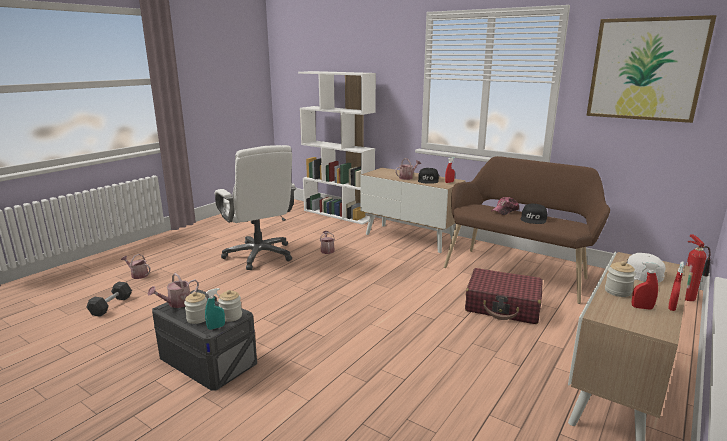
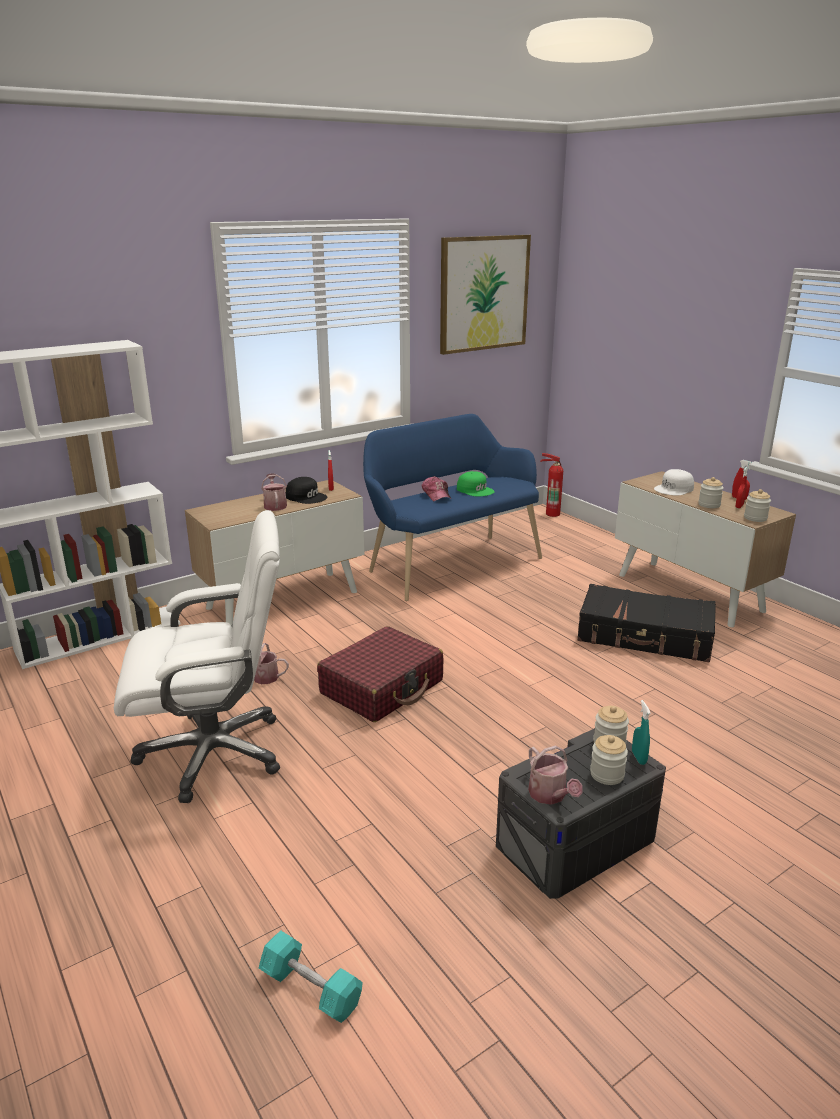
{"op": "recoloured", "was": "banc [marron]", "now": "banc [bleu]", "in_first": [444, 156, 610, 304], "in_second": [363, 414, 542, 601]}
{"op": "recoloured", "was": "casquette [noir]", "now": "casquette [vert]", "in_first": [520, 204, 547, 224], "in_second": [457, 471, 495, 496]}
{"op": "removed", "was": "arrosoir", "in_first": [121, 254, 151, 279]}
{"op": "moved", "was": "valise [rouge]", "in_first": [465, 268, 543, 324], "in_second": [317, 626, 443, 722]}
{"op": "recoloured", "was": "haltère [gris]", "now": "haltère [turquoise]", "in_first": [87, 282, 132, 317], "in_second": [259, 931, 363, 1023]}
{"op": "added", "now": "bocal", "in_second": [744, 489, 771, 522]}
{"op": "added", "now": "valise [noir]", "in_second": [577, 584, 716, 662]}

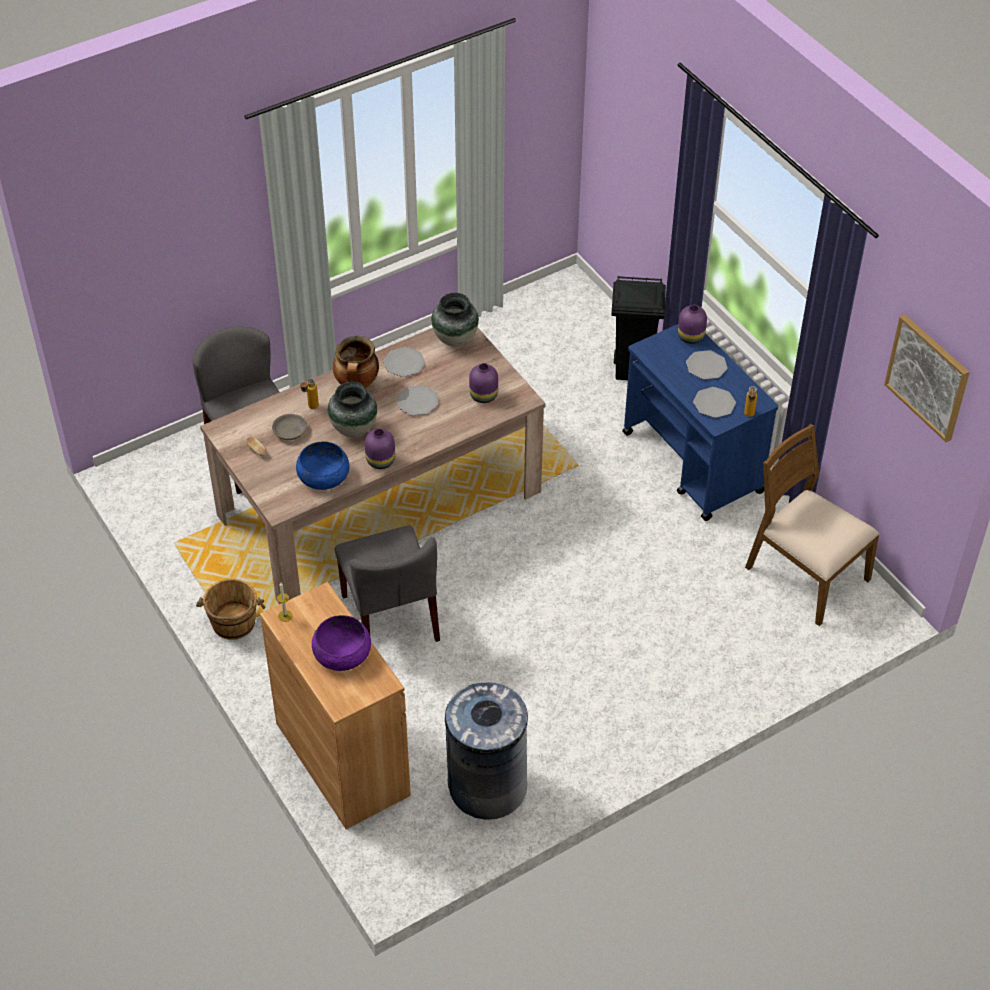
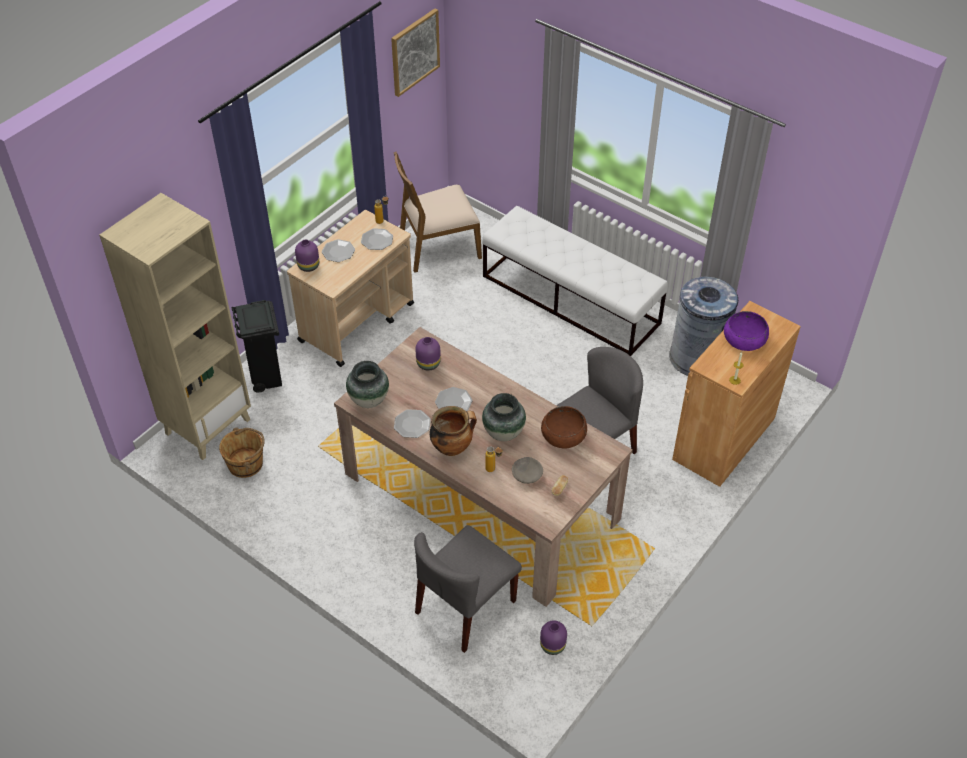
{"op": "recoloured", "was": "chariot [bleu]", "now": "chariot [beige]", "in_first": [622, 324, 778, 521], "in_second": [287, 210, 414, 367]}
{"op": "turned", "was": "chaise [marron]", "in_first": [745, 424, 880, 626], "in_second": [394, 152, 482, 273], "clockwise": 45}
{"op": "moved", "was": "vase [violet]", "in_first": [365, 428, 395, 469], "in_second": [540, 620, 567, 655]}
{"op": "recoloured", "was": "bol [bleu]", "now": "bol [marron]", "in_first": [296, 441, 350, 490], "in_second": [541, 406, 587, 448]}
{"op": "moved", "was": "seau [marron]", "in_first": [196, 579, 265, 640], "in_second": [219, 428, 265, 478]}
{"op": "added", "now": "bibliothèque [beige]", "in_second": [99, 193, 251, 460]}
{"op": "added", "now": "banc [blanc]", "in_second": [482, 206, 668, 356]}

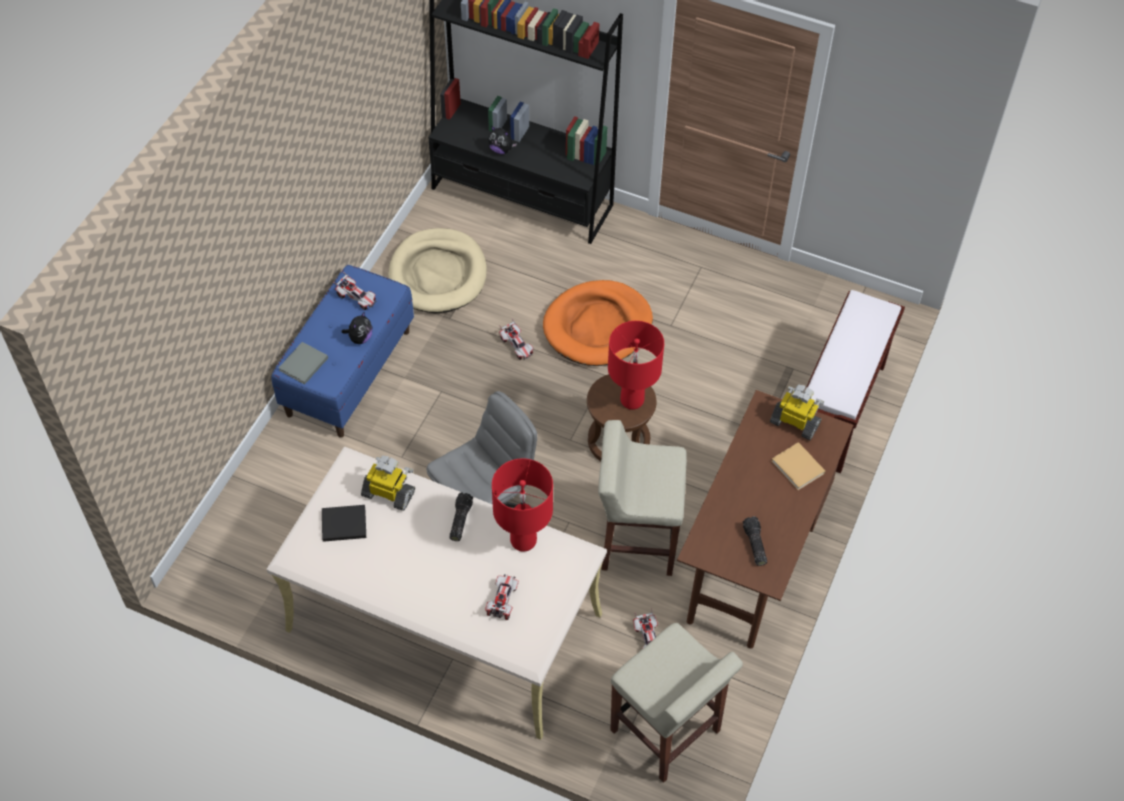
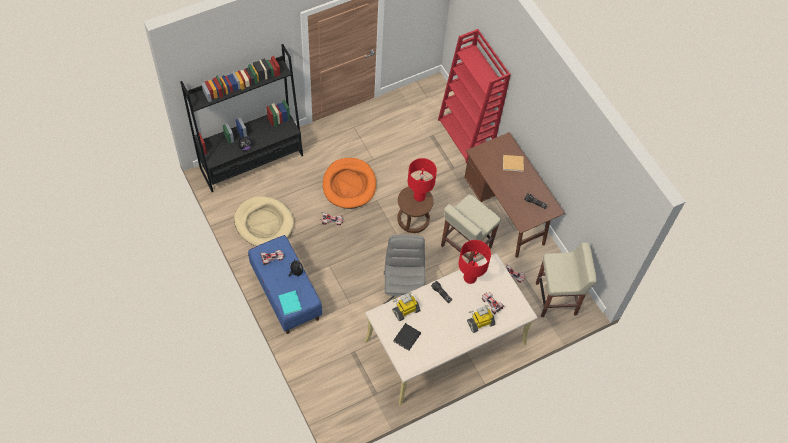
{"op": "replaced", "was": "banc [marron]", "now": "bibliothèque [rouge]", "in_first": [806, 290, 905, 474], "in_second": [438, 29, 511, 163]}
{"op": "recoloured", "was": "livre [gris]", "now": "livre [turquoise]", "in_first": [279, 342, 328, 385], "in_second": [278, 290, 302, 315]}
{"op": "moved", "was": "robot jouet", "in_first": [770, 385, 824, 440], "in_second": [467, 305, 495, 333]}

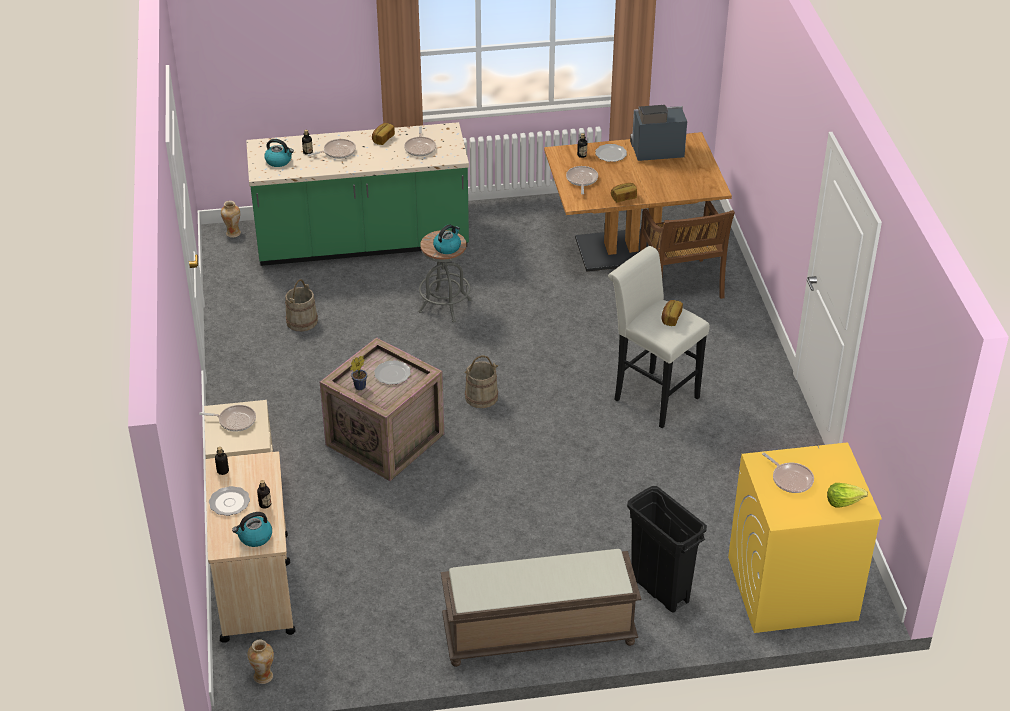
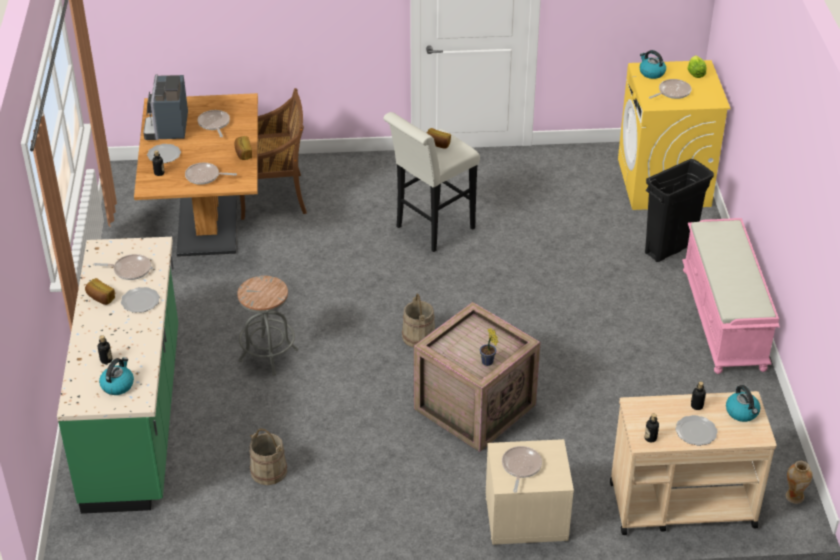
{"op": "moved", "was": "poêle", "in_first": [308, 139, 356, 159], "in_second": [198, 110, 230, 137]}
{"op": "removed", "was": "vase", "in_first": [221, 201, 241, 238]}
{"op": "moved", "was": "bouilloire", "in_first": [433, 224, 461, 254], "in_second": [640, 50, 666, 79]}
{"op": "moved", "was": "assiette", "in_first": [374, 360, 411, 385], "in_second": [121, 287, 160, 313]}
{"op": "recoloured", "was": "banc [marron]", "now": "banc [rose]", "in_first": [441, 549, 641, 667], "in_second": [682, 218, 780, 374]}

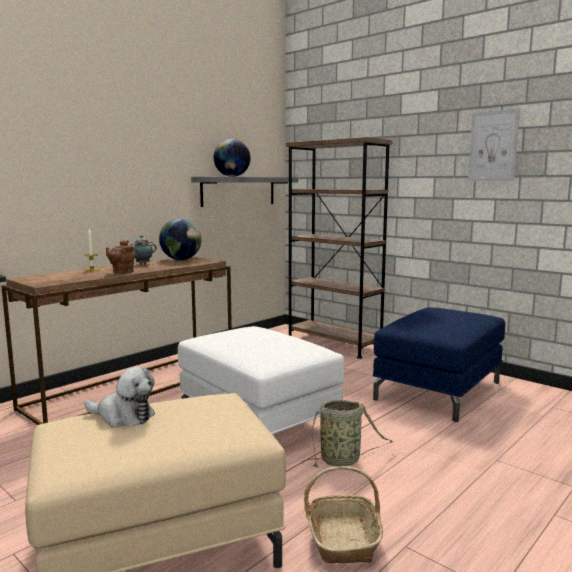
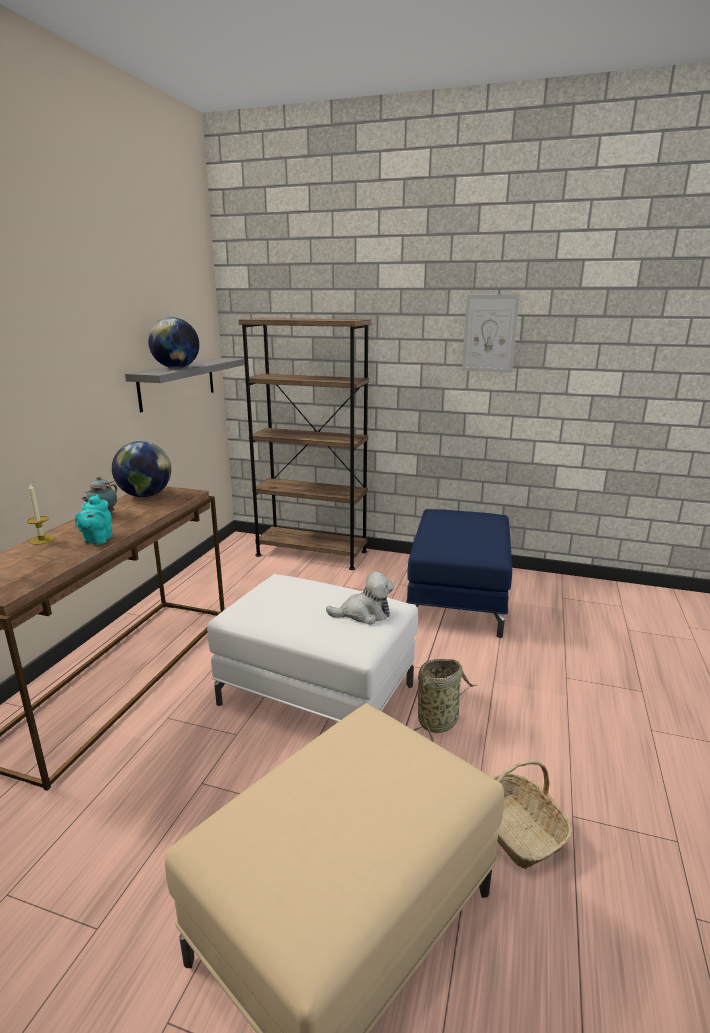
{"op": "recoloured", "was": "théière [marron]", "now": "théière [turquoise]", "in_first": [106, 240, 135, 274], "in_second": [75, 494, 113, 545]}
{"op": "moved", "was": "peluche", "in_first": [84, 366, 155, 427], "in_second": [326, 571, 394, 625]}

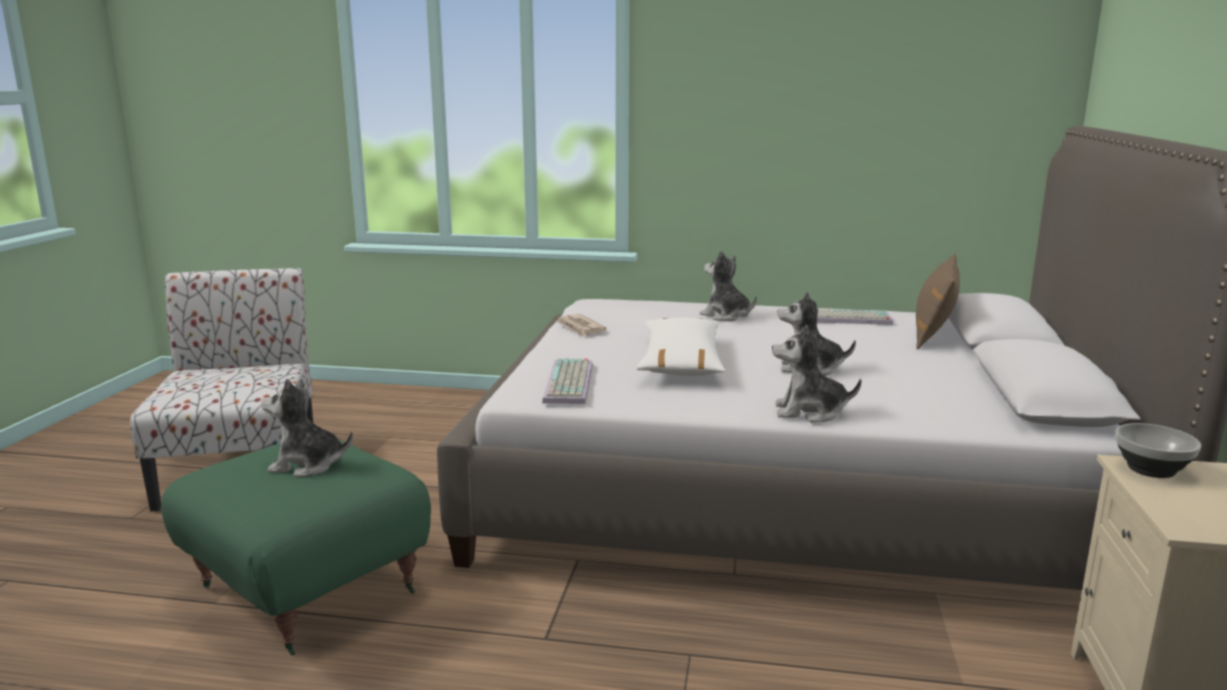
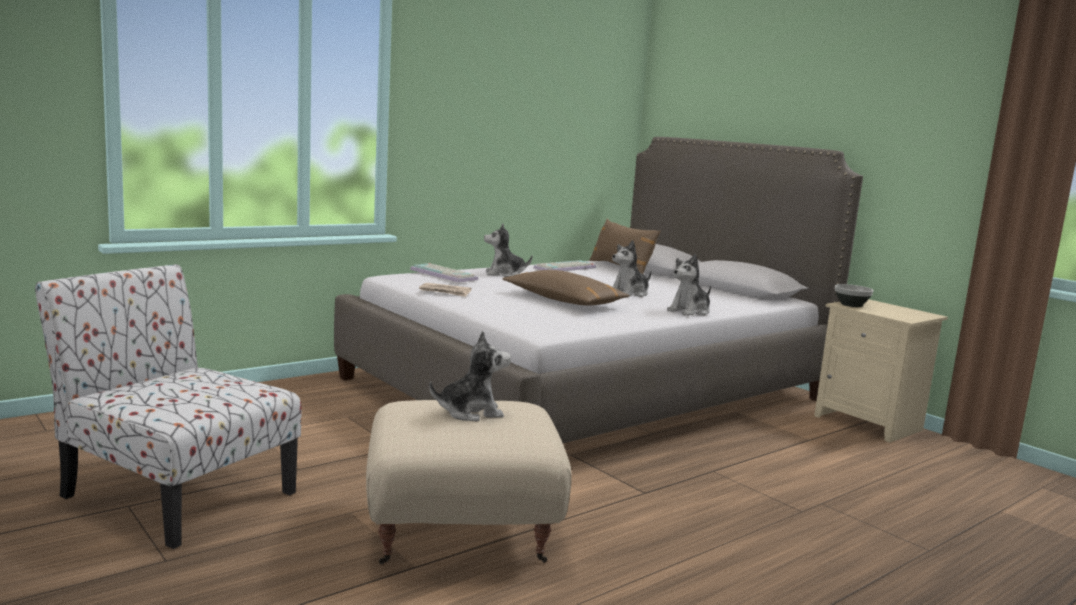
{"op": "recoloured", "was": "coussin [blanc]", "now": "coussin [marron]", "in_first": [636, 318, 726, 376], "in_second": [502, 270, 630, 305]}
{"op": "moved", "was": "clavier", "in_first": [542, 358, 593, 404], "in_second": [410, 263, 478, 283]}
{"op": "turned", "was": "peluche", "in_first": [261, 379, 353, 477], "in_second": [429, 331, 511, 421], "clockwise": -150}
{"op": "recoloured", "was": "pouf [vert]", "now": "pouf [beige]", "in_first": [161, 439, 431, 656], "in_second": [366, 400, 572, 564]}

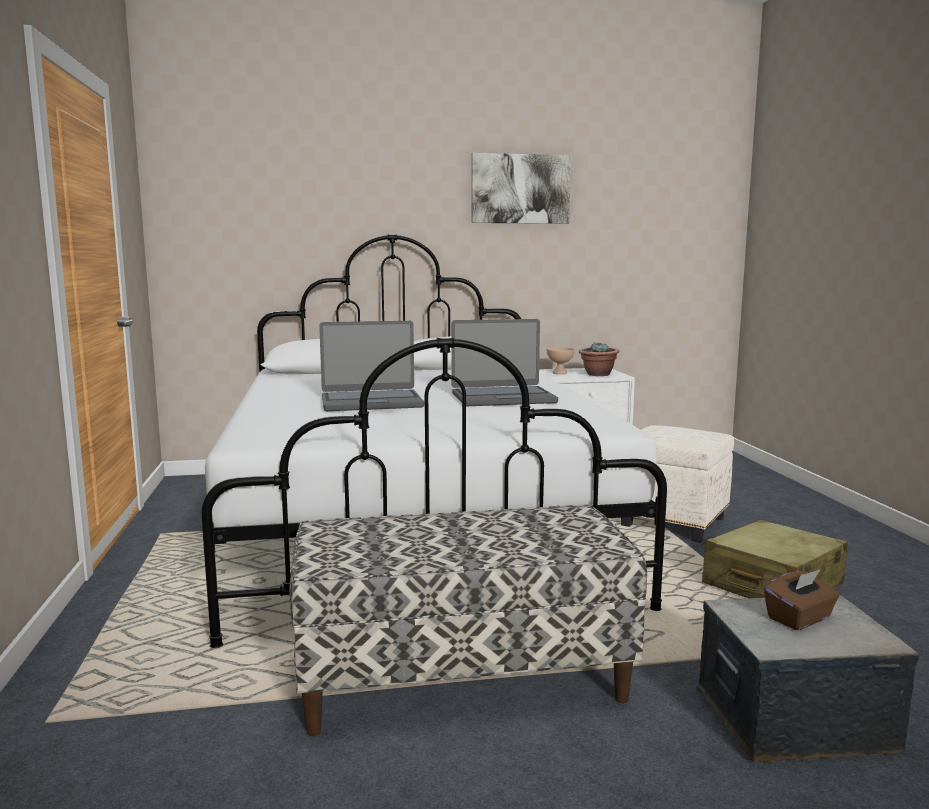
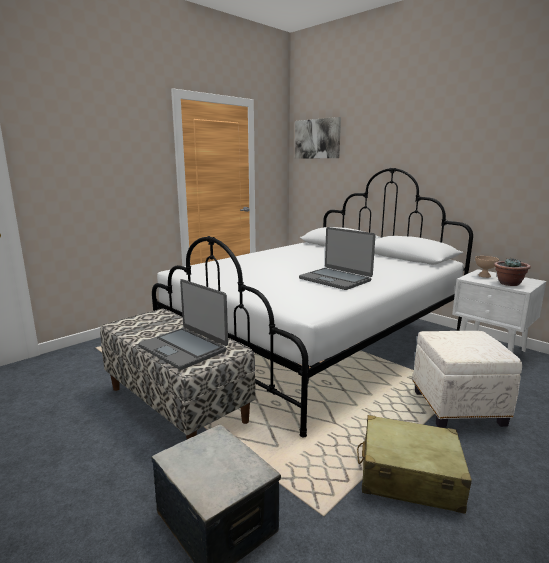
{"op": "moved", "was": "tableau", "in_first": [471, 153, 571, 224], "in_second": [295, 117, 341, 159]}
{"op": "moved", "was": "ordinateur portable", "in_first": [319, 321, 424, 411], "in_second": [138, 279, 228, 370]}
{"op": "removed", "was": "boîte à mouchoirs [marron]", "in_first": [764, 569, 840, 630]}

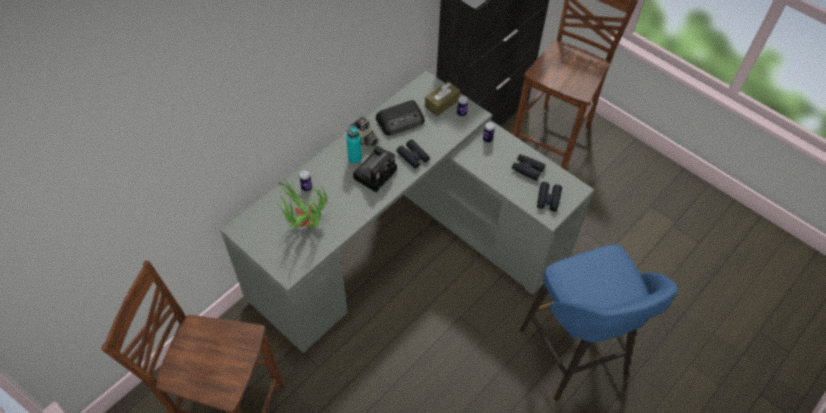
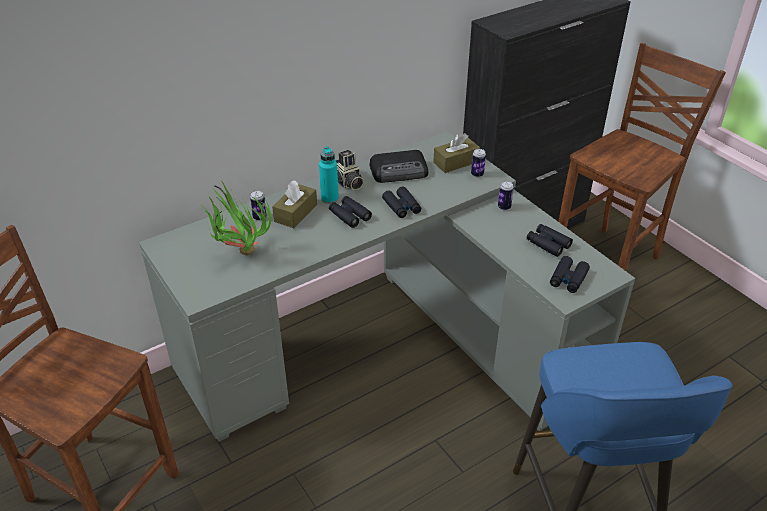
{"op": "replaced", "was": "appareil photo", "now": "jumelles [noir]", "in_first": [353, 146, 397, 192], "in_second": [329, 196, 372, 228]}
{"op": "added", "now": "boîte à mouchoirs [marron]", "in_second": [272, 180, 317, 228]}

